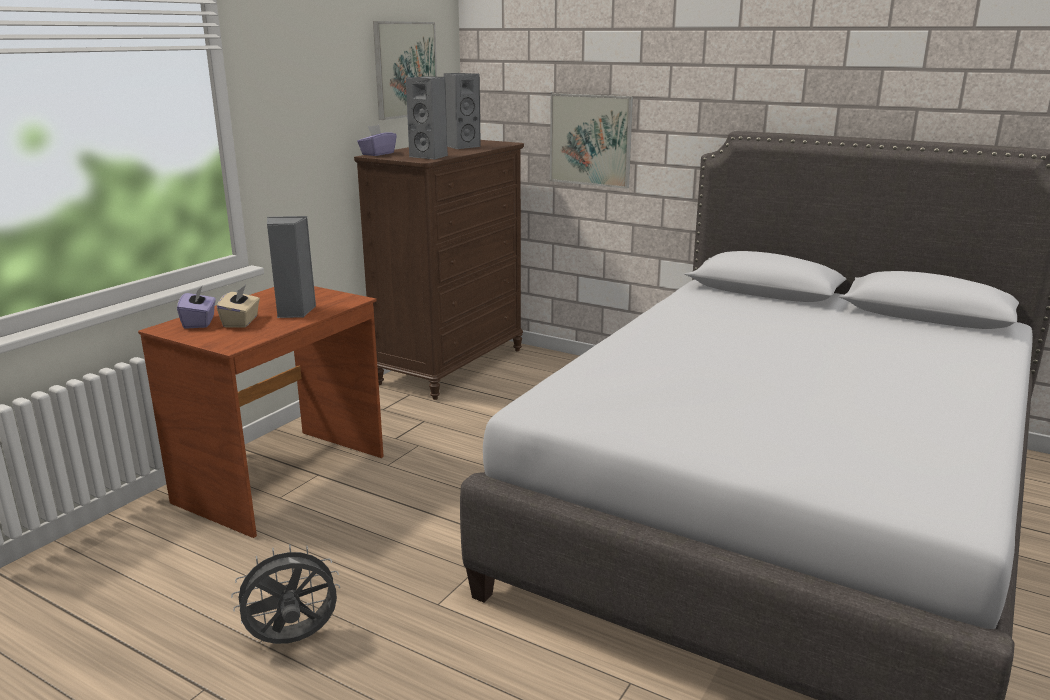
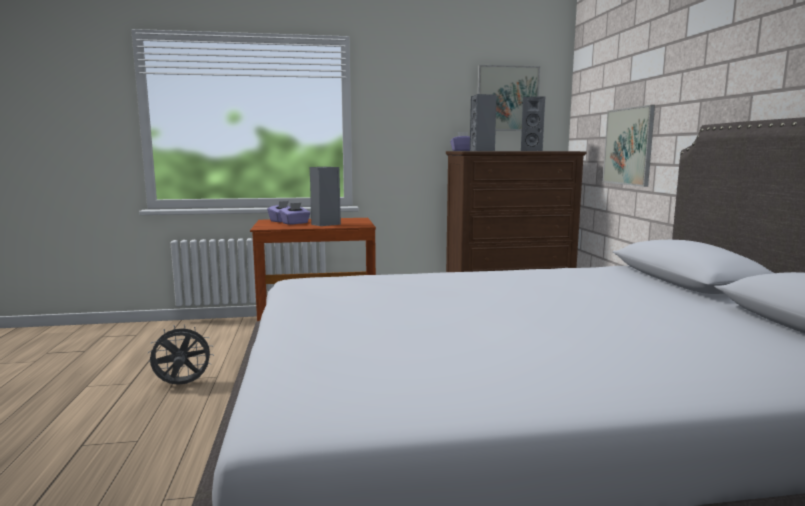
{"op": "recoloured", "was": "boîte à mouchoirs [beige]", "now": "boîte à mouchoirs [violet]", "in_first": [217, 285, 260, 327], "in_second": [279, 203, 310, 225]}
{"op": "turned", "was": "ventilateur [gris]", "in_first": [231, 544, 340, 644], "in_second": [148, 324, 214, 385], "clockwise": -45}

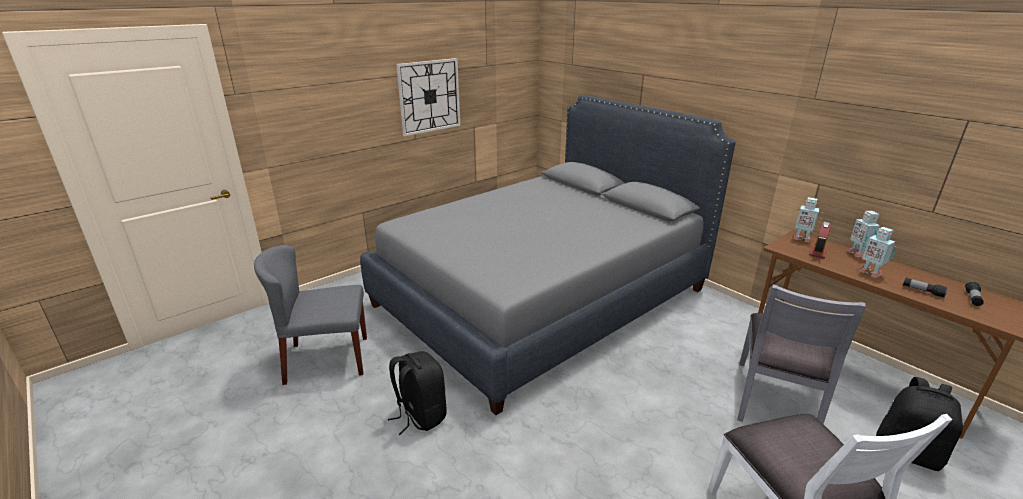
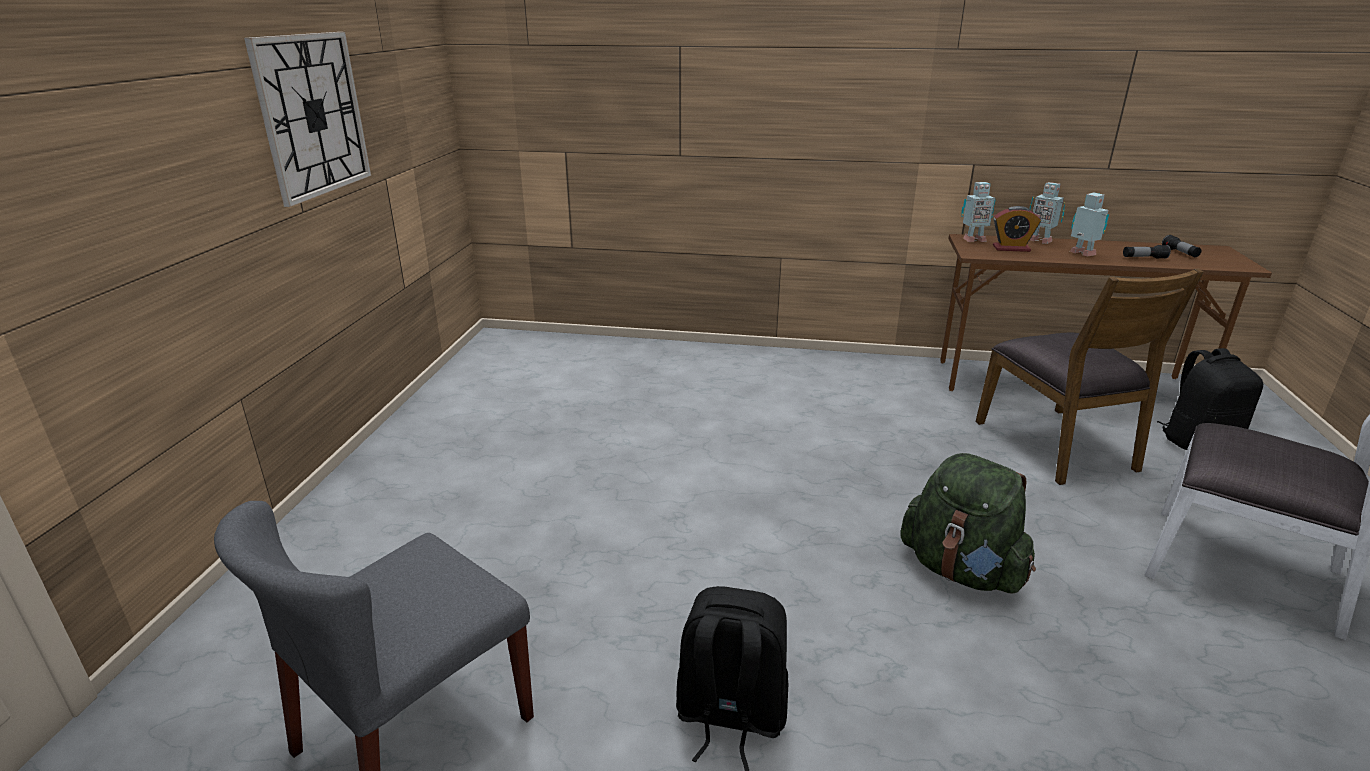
{"op": "removed", "was": "lit [gris]", "in_first": [360, 94, 736, 415]}
{"op": "turned", "was": "réveil", "in_first": [809, 221, 831, 258], "in_second": [993, 206, 1041, 252], "clockwise": -75}
{"op": "turned", "was": "robot jouet", "in_first": [860, 227, 896, 278], "in_second": [1070, 192, 1109, 256], "clockwise": -135}
{"op": "recoloured", "was": "chaise [gris]", "now": "chaise [marron]", "in_first": [738, 285, 866, 424], "in_second": [975, 268, 1203, 485]}
{"op": "added", "now": "sac à dos [vert]", "in_second": [900, 453, 1036, 594]}

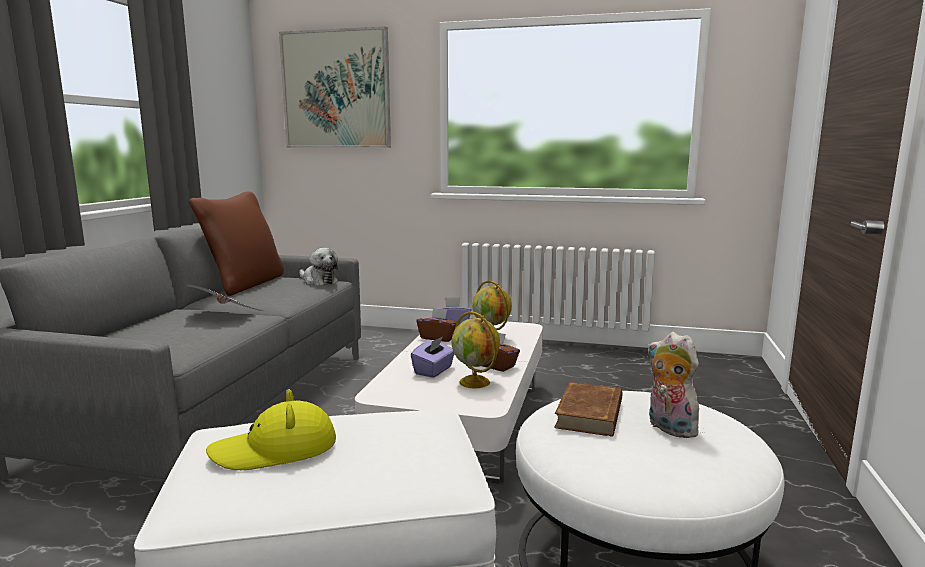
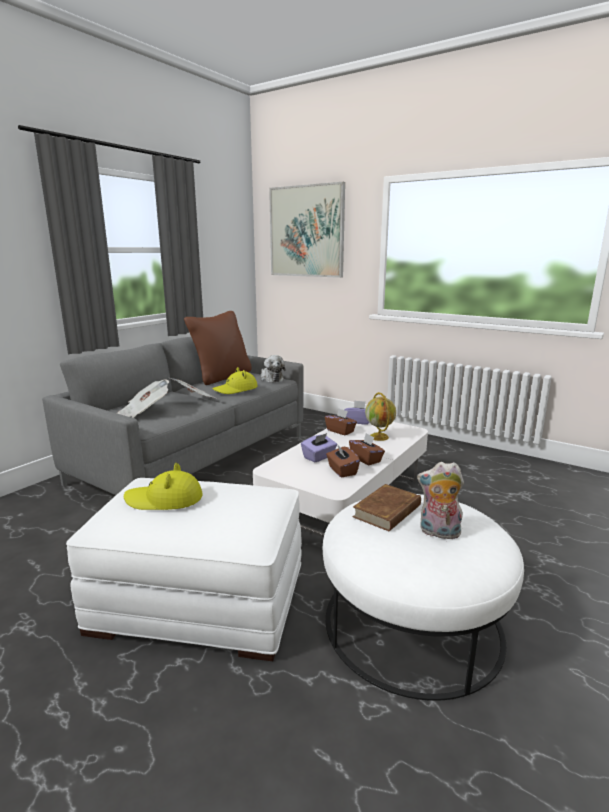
{"op": "replaced", "was": "globe", "now": "boîte à mouchoirs [marron]", "in_first": [452, 311, 500, 388], "in_second": [326, 444, 360, 477]}
{"op": "turned", "was": "peluche", "in_first": [647, 332, 701, 438], "in_second": [417, 462, 464, 539], "clockwise": -60}
{"op": "added", "now": "chapeau [jaune]", "in_second": [212, 367, 258, 394]}
{"op": "added", "now": "journal", "in_second": [117, 380, 169, 418]}

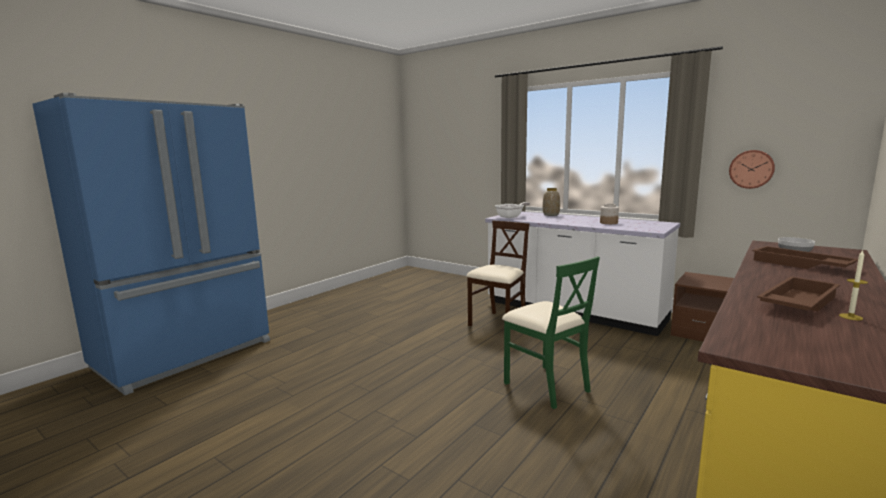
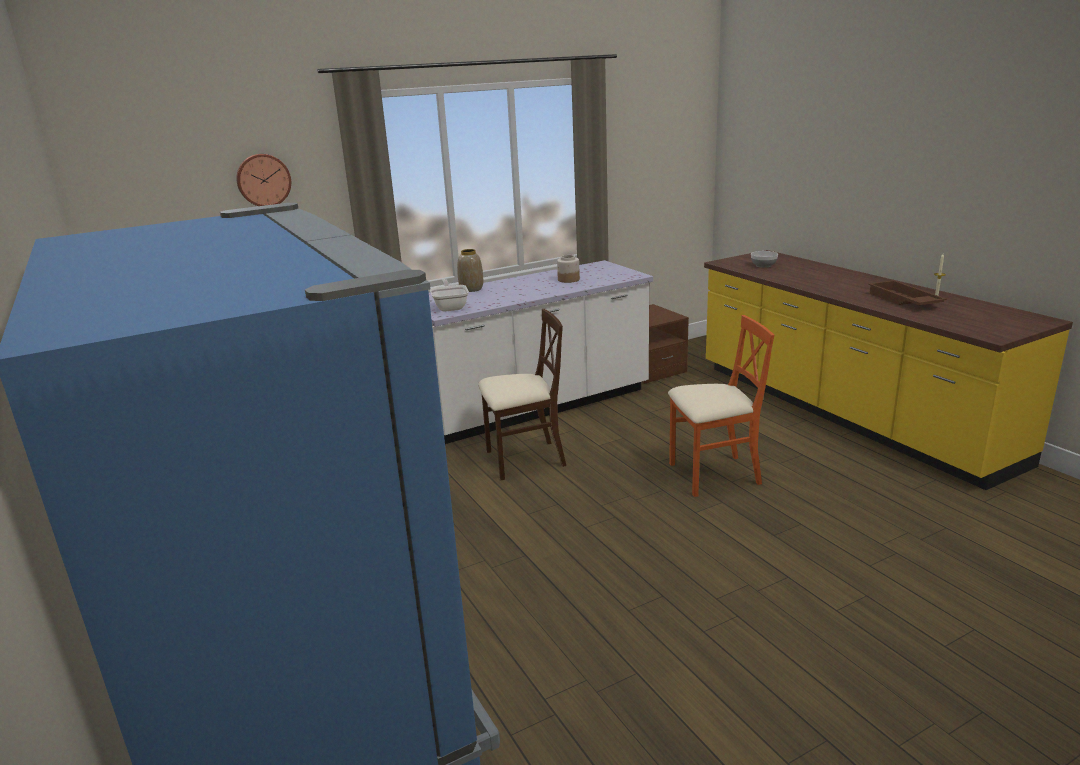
{"op": "moved", "was": "horloge murale", "in_first": [729, 150, 775, 189], "in_second": [236, 154, 291, 206]}
{"op": "turned", "was": "chaise [beige]", "in_first": [466, 221, 529, 327], "in_second": [478, 309, 566, 480], "clockwise": 105}
{"op": "removed", "was": "plateau [marron]", "in_first": [752, 246, 858, 269]}
{"op": "recoloured", "was": "chaise [vert]", "now": "chaise [orange]", "in_first": [502, 256, 600, 409], "in_second": [668, 315, 774, 497]}

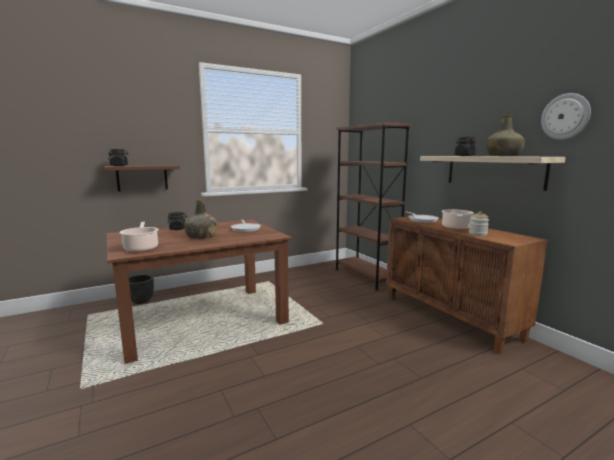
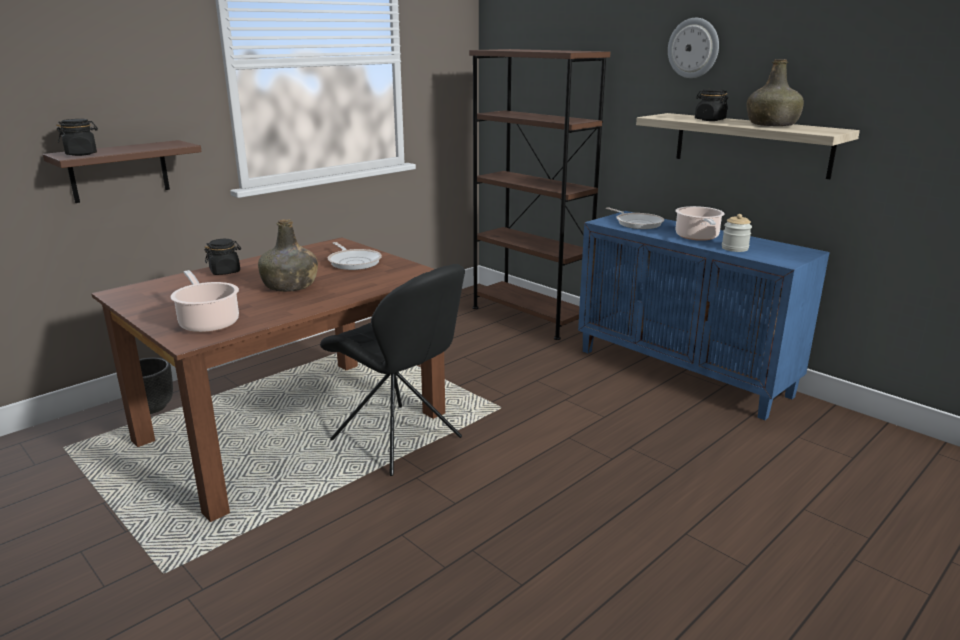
{"op": "moved", "was": "horloge murale", "in_first": [541, 93, 591, 140], "in_second": [668, 18, 719, 78]}
{"op": "recoloured", "was": "meuble de rangement [marron]", "now": "meuble de rangement [bleu]", "in_first": [386, 216, 548, 354], "in_second": [578, 211, 830, 420]}
{"op": "added", "now": "chaise [noir]", "in_second": [320, 264, 465, 476]}

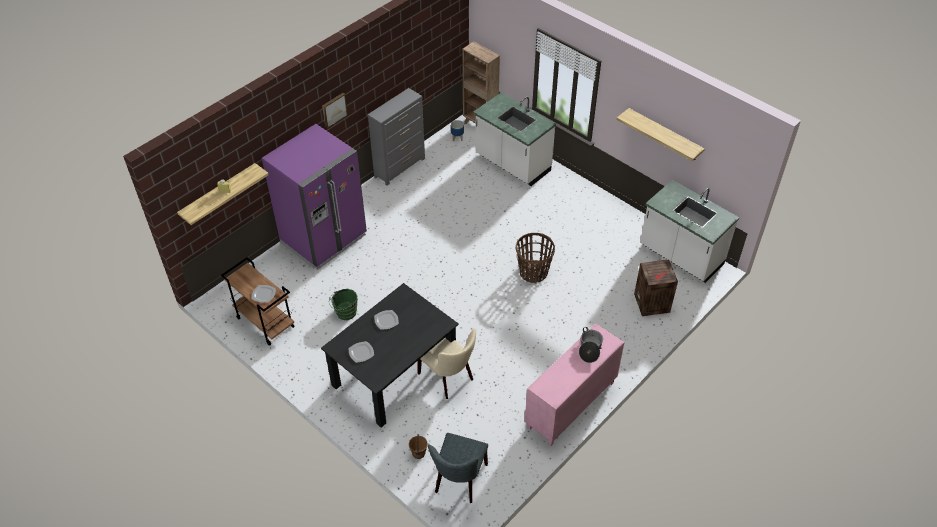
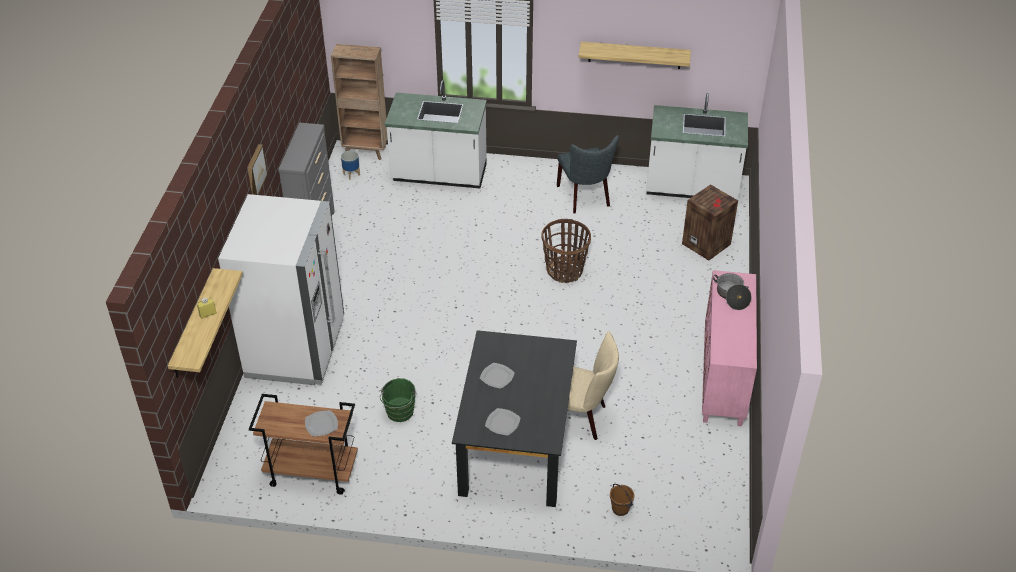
{"op": "recoloured", "was": "réfrigérateur [violet]", "now": "réfrigérateur [blanc]", "in_first": [262, 124, 367, 270], "in_second": [218, 194, 344, 385]}
{"op": "moved", "was": "chaise [gris]", "in_first": [428, 433, 488, 503], "in_second": [557, 135, 619, 213]}

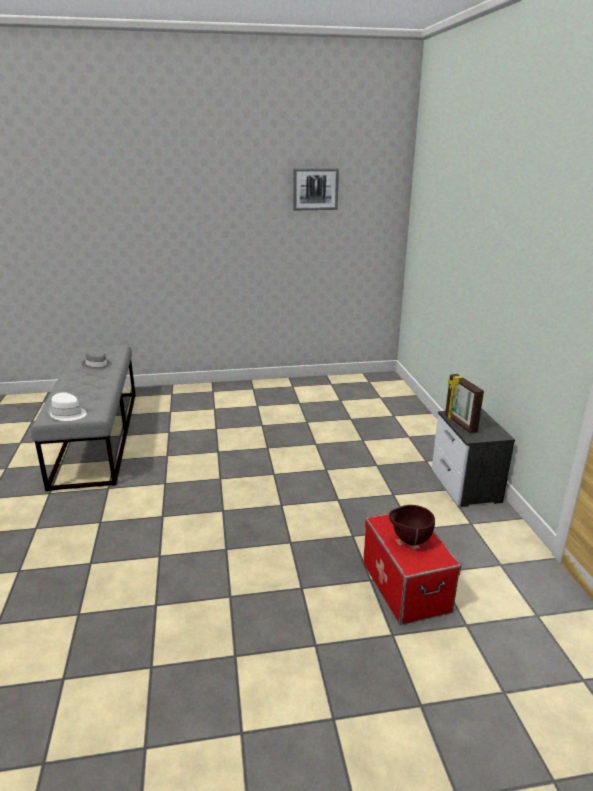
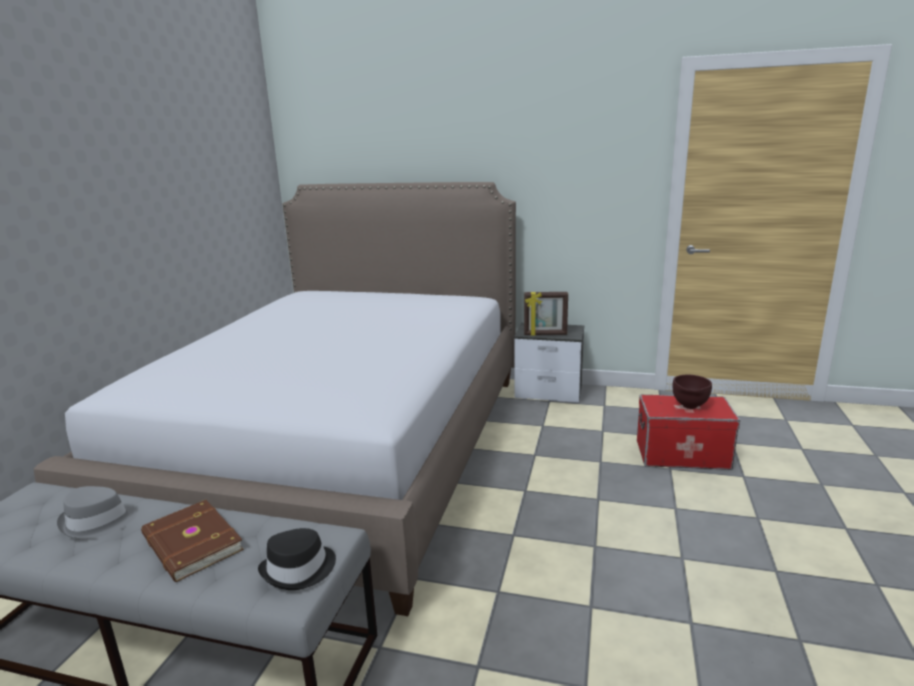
{"op": "removed", "was": "tableau", "in_first": [293, 168, 339, 210]}
{"op": "recoloured", "was": "chapeau [blanc]", "now": "chapeau [noir]", "in_first": [48, 392, 87, 421], "in_second": [258, 528, 336, 590]}
{"op": "added", "now": "lit", "in_second": [34, 182, 516, 616]}
{"op": "added", "now": "livre [marron]", "in_second": [141, 500, 244, 582]}

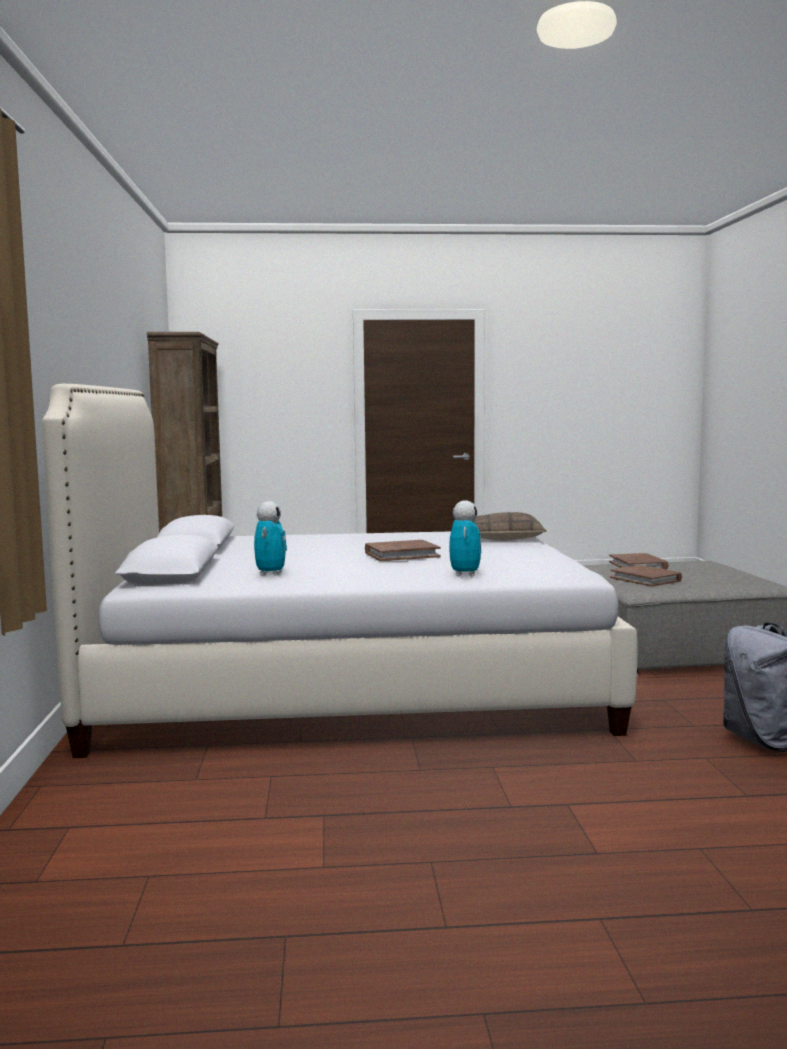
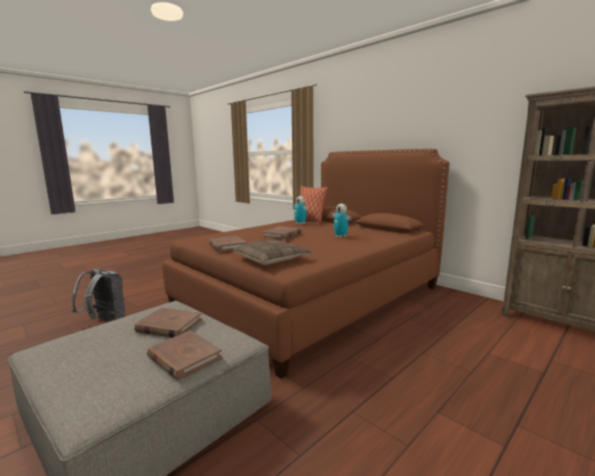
{"op": "recoloured", "was": "lit [blanc]", "now": "lit [marron]", "in_first": [42, 384, 637, 758], "in_second": [163, 149, 450, 379]}
{"op": "moved", "was": "robot jouet", "in_first": [449, 501, 481, 576], "in_second": [332, 204, 352, 238]}
{"op": "added", "now": "coussin", "in_second": [294, 186, 328, 223]}
{"op": "added", "now": "livre [marron]", "in_second": [209, 236, 247, 252]}

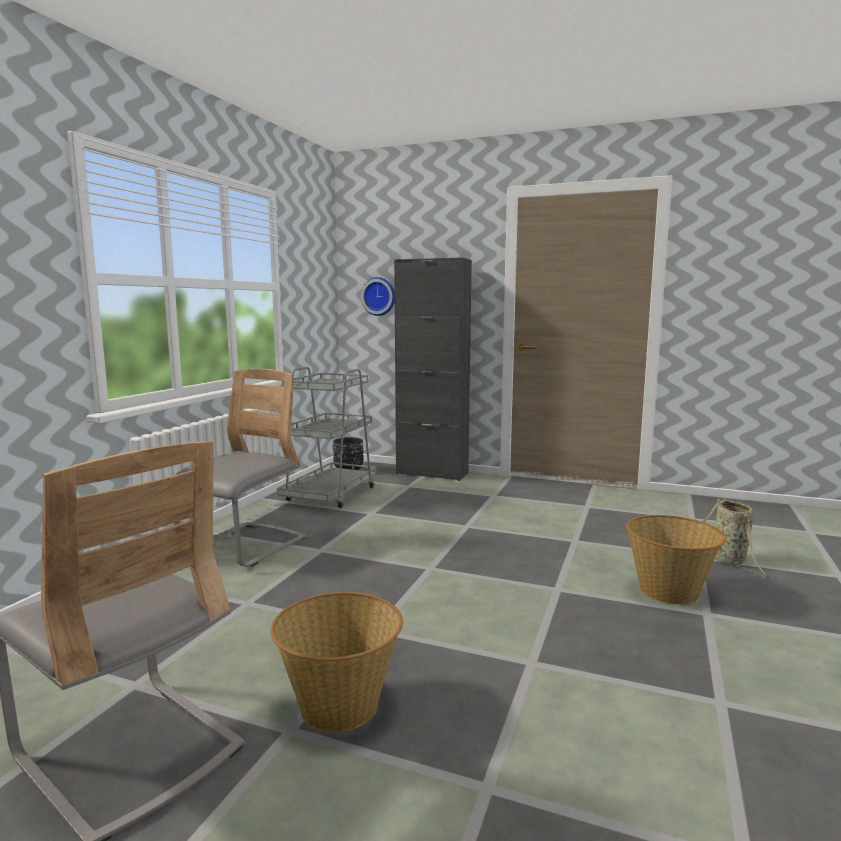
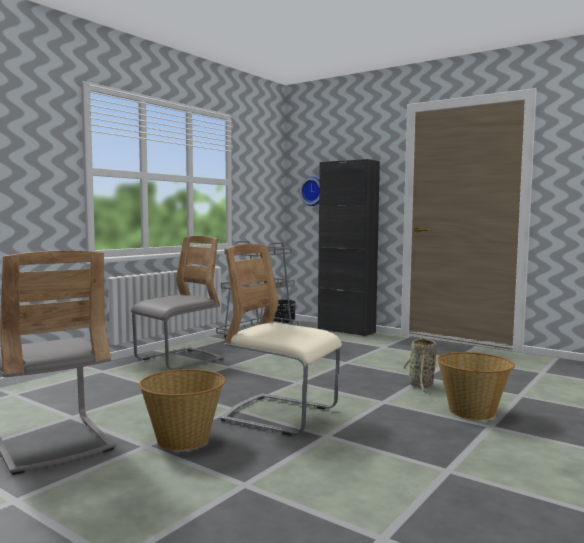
{"op": "moved", "was": "panier", "in_first": [702, 498, 769, 578], "in_second": [402, 337, 437, 395]}
{"op": "added", "now": "chaise [beige]", "in_second": [220, 244, 342, 436]}

